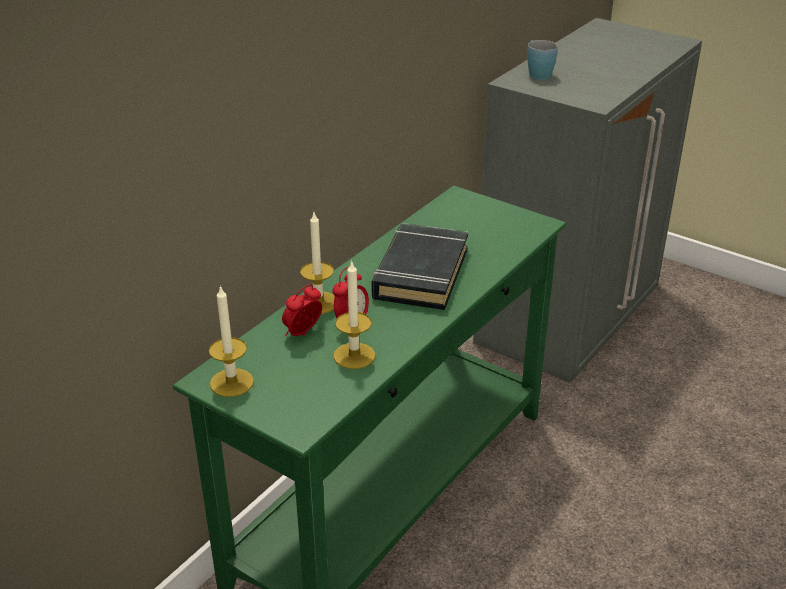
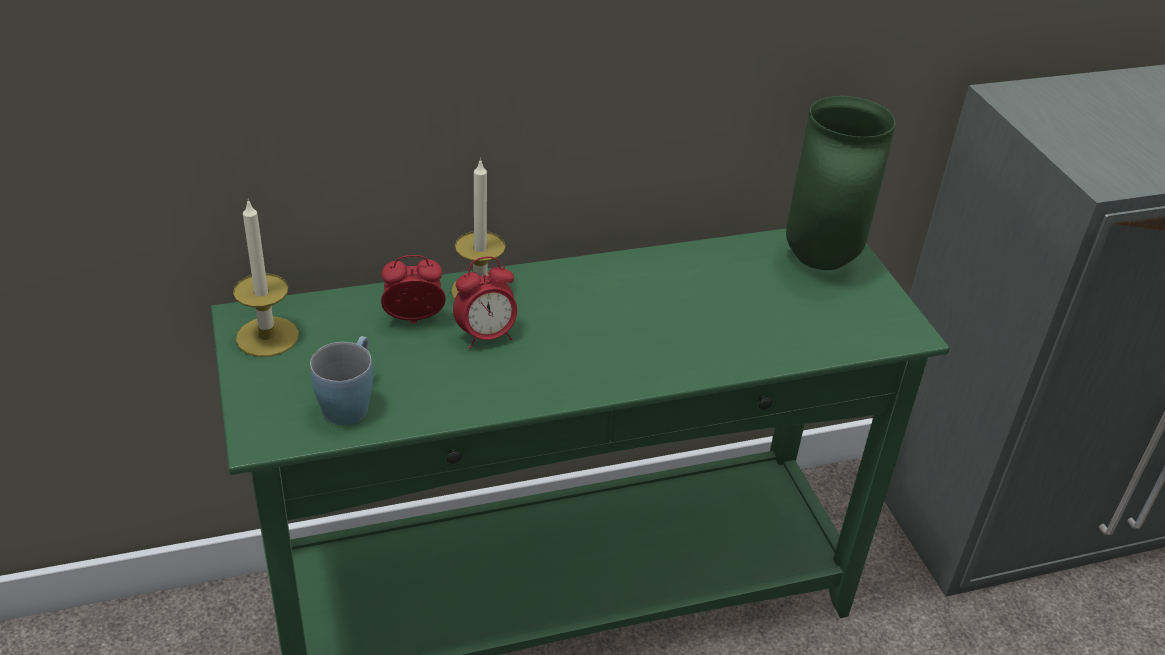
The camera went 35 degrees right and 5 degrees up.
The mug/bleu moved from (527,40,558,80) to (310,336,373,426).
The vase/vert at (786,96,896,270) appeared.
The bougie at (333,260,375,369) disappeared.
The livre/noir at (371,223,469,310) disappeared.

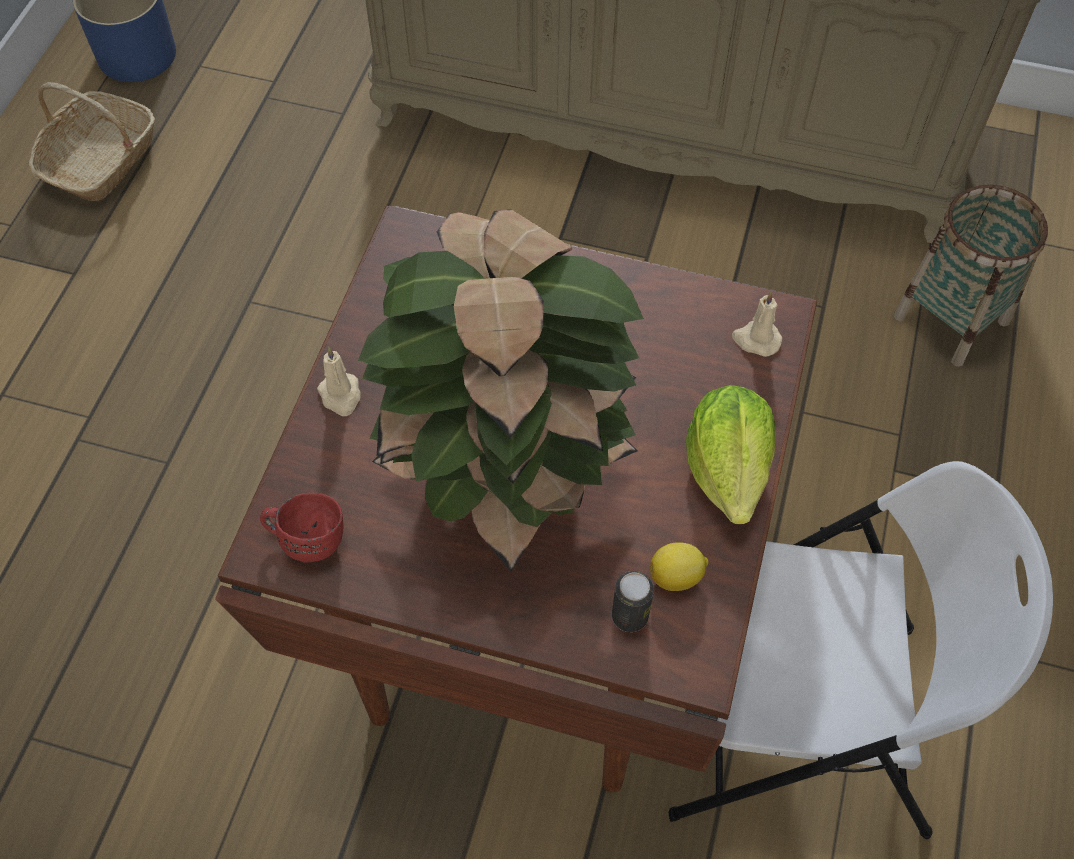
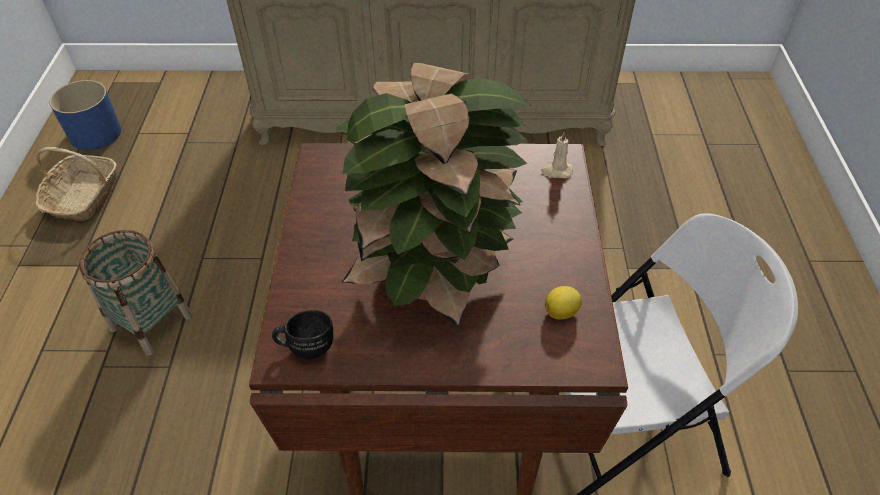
The camera went 15 degrees left and 10 degrees down.
The panier moved from (894,185,1048,367) to (79,230,193,356).
The mug/rouge at (260,493,344,563) became the mug/noir at (272,310,333,360).
The bougie/beige at (317,347,361,416) disappeared.
The boîte métallique at (612,571,654,632) disappeared.
The laitue at (686,385,775,524) disappeared.

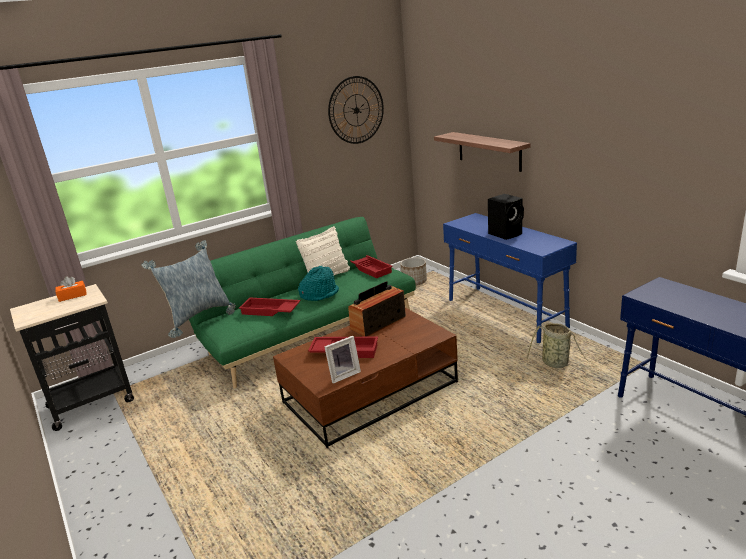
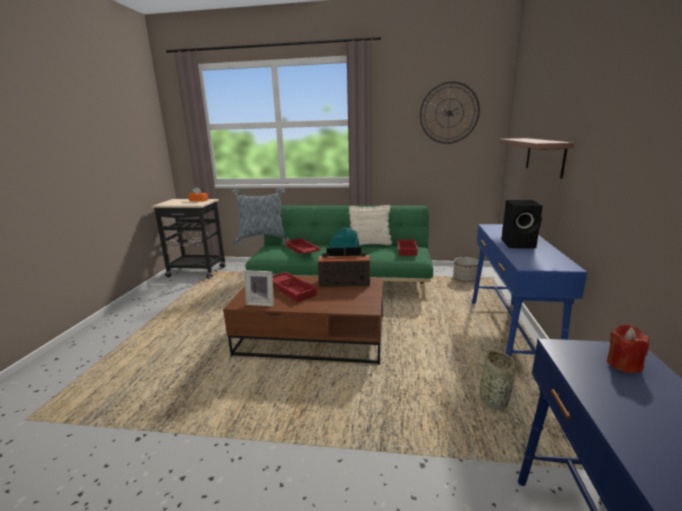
The camera went 40 degrees right and 5 degrees down.
The bougie/rouge at (607,324,649,373) appeared.

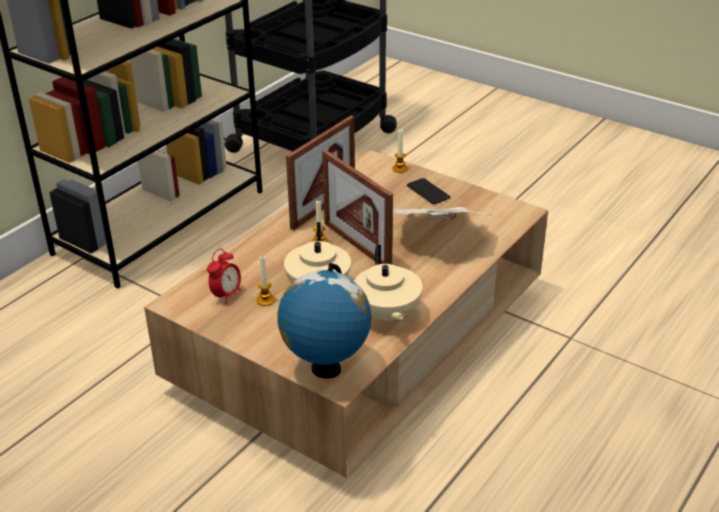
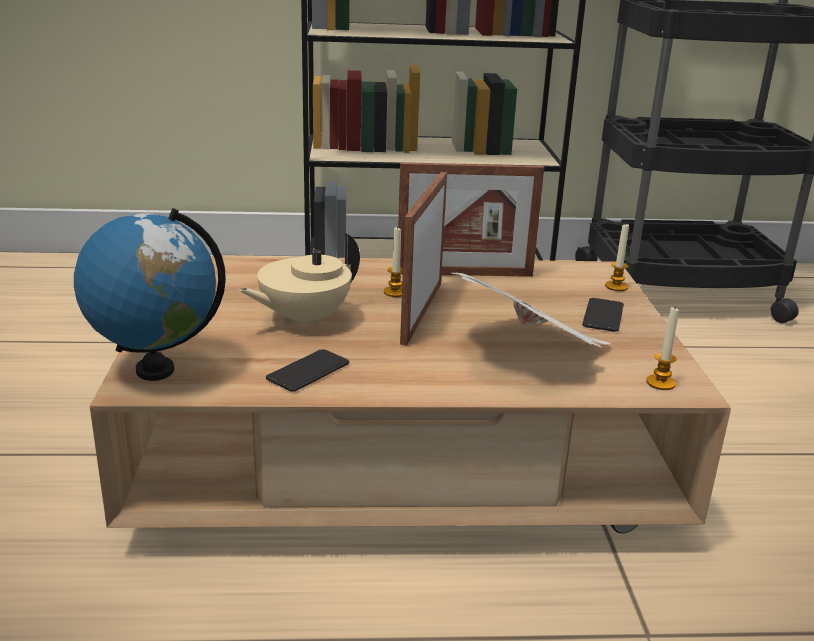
The camera went 50 degrees right and 10 degrees down.
The théière/beige at (354,245,422,326) was replaced by the téléphone at (266,349,349,392).
The bougie moved from (257,256,275,306) to (646,307,679,390).
The réveil at (207,249,241,304) disappeared.

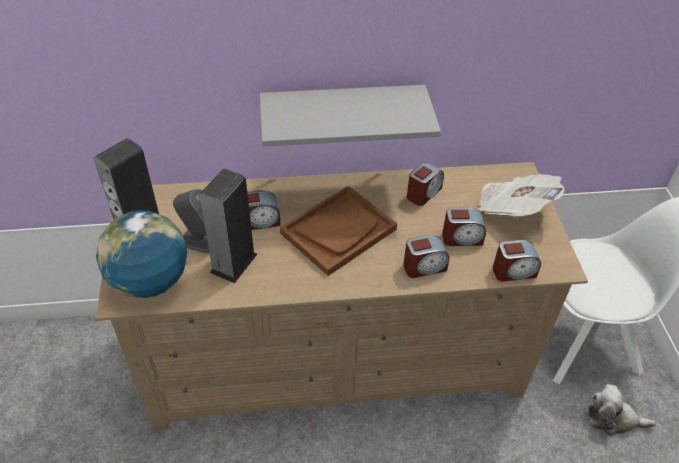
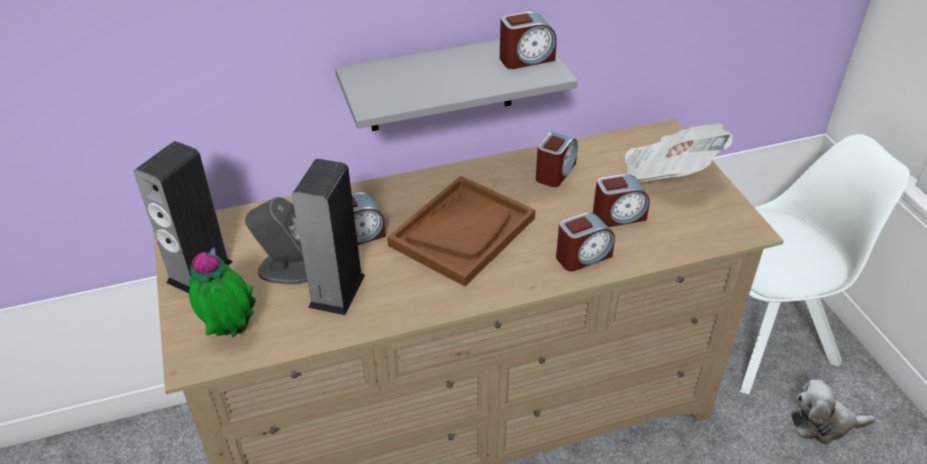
The camera went 10 degrees left and 5 degrees down.
The globe at (96,210,187,298) was replaced by the plante en pot at (189,247,256,337).
The réveil moved from (493,240,541,281) to (500,12,557,69).

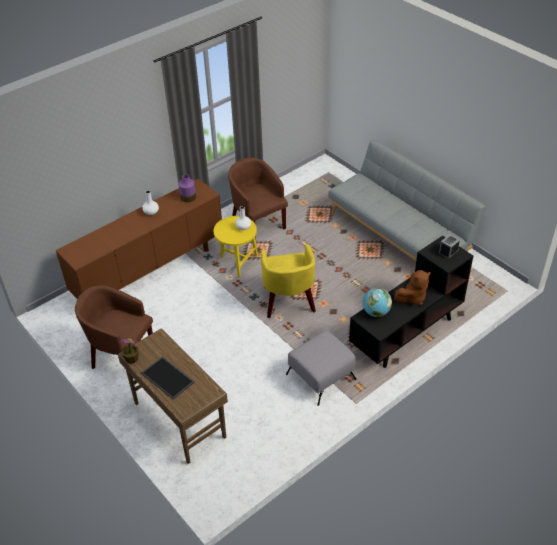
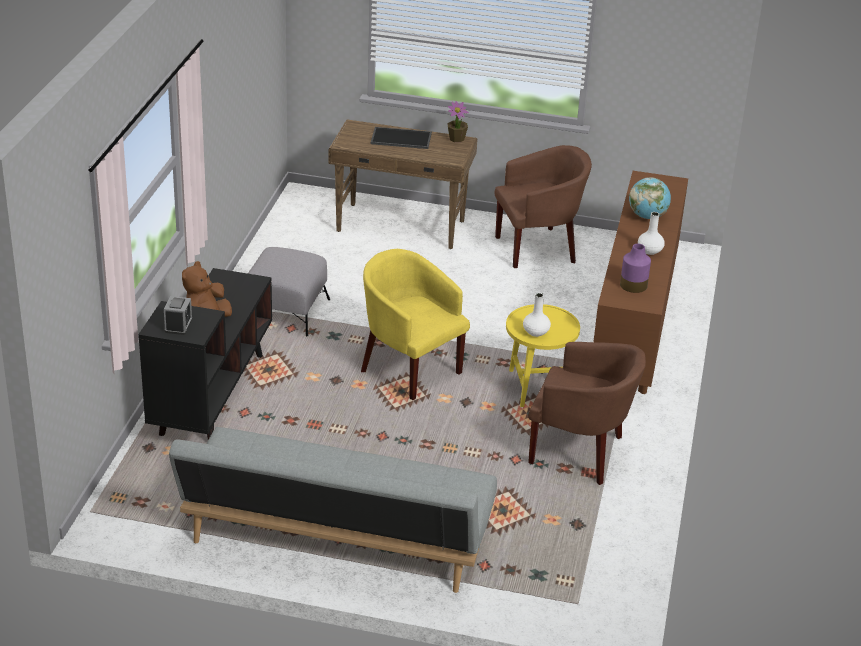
The camera went 140 degrees right and 10 degrees down.
The globe moved from (363,288,392,317) to (629,177,671,219).

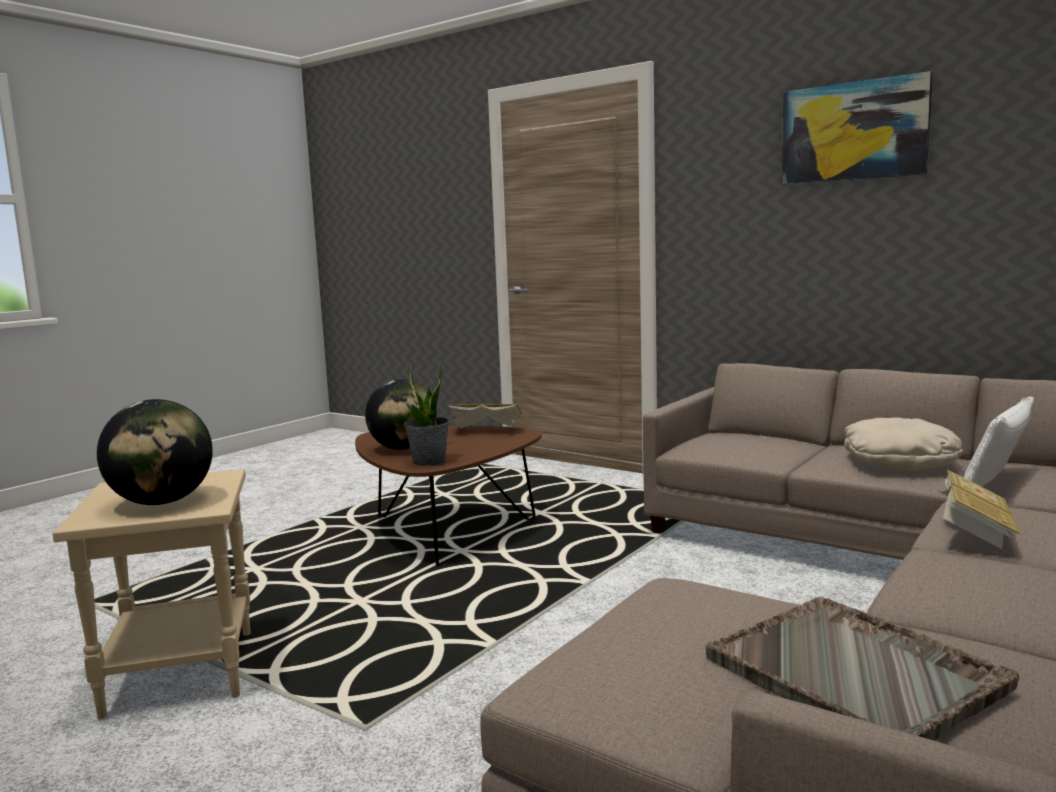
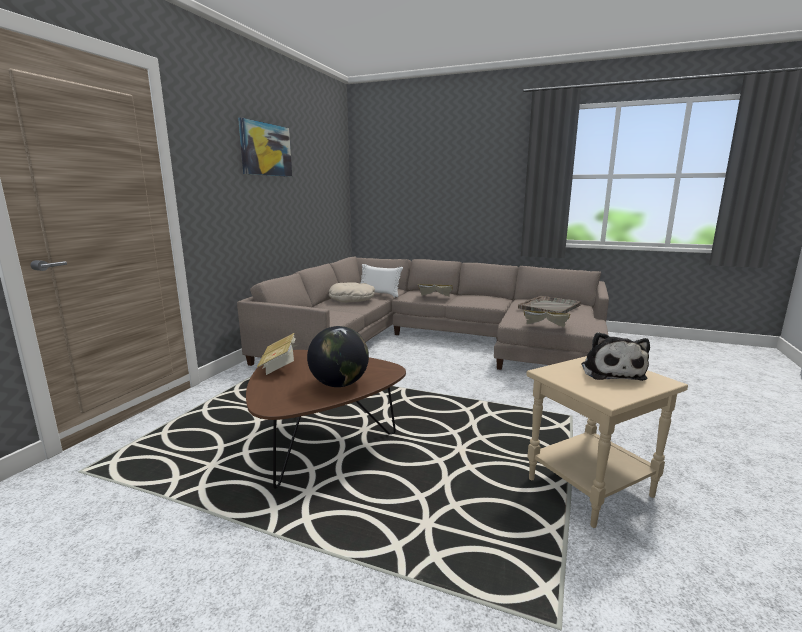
The camera went 105 degrees left and 5 degrees up.
The livre at (524,310,570,327) appeared.
The globe at (97,399,213,505) was replaced by the peluche at (581,332,650,381).
The plante en pot at (404,361,449,466) disappeared.

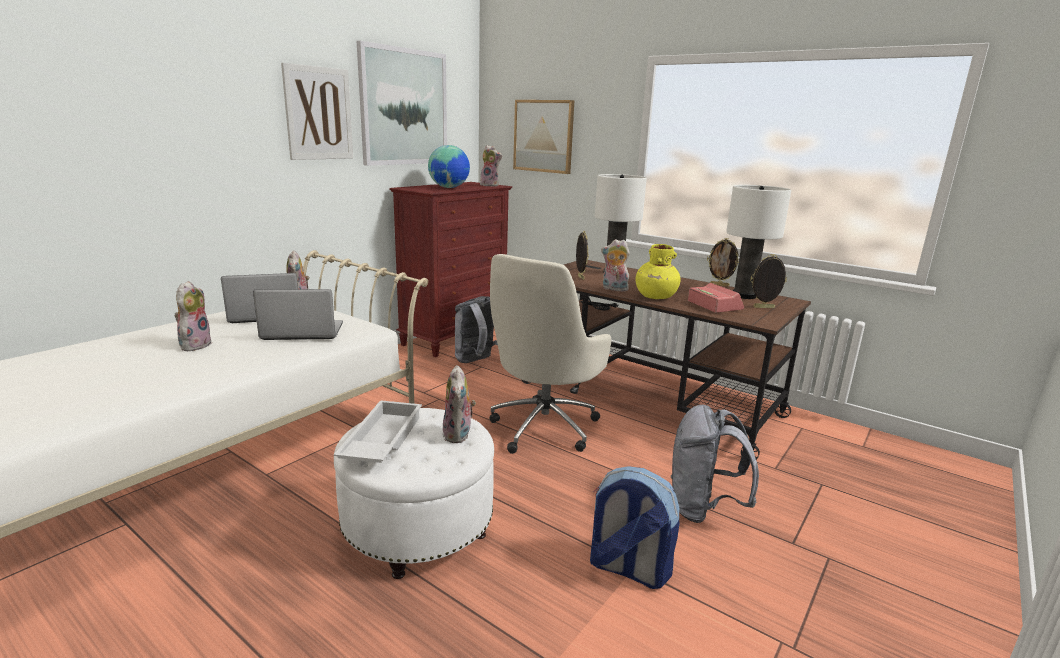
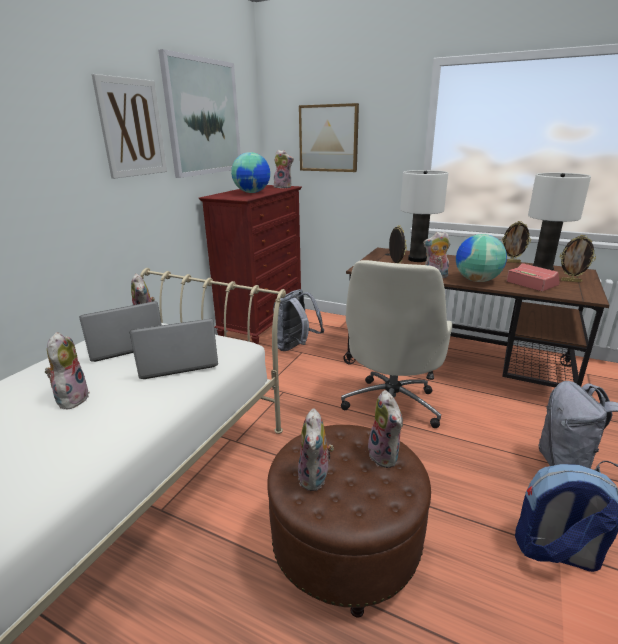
The camera went 10 degrees left and 5 degrees up.
The pouf/blanc at (334,408,494,579) became the pouf/marron at (267,425,431,618).
The plateau/blanc at (334,400,422,463) was replaced by the peluche at (298,408,334,491).
The vase/jaune at (636,244,681,299) was replaced by the globe at (456,234,507,282).
The cadre photo at (750,254,787,308) turned 150 degrees counterclockwise.

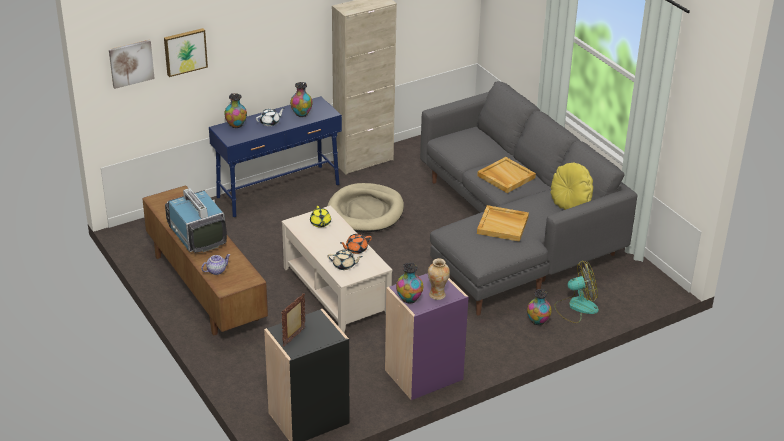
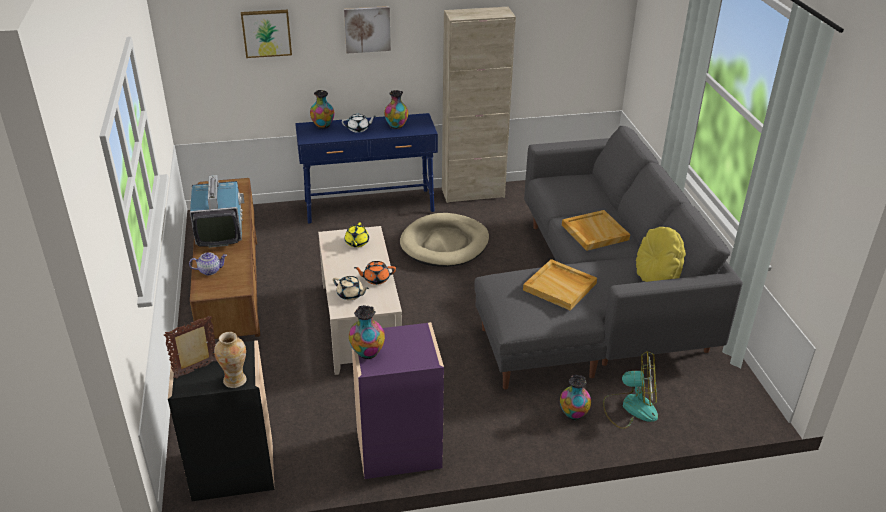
The camera went 20 degrees right and 0 degrees up.
The vase moved from (428,258,450,300) to (214,332,247,388).
The tableau moved from (109,40,155,89) to (344,6,391,54).

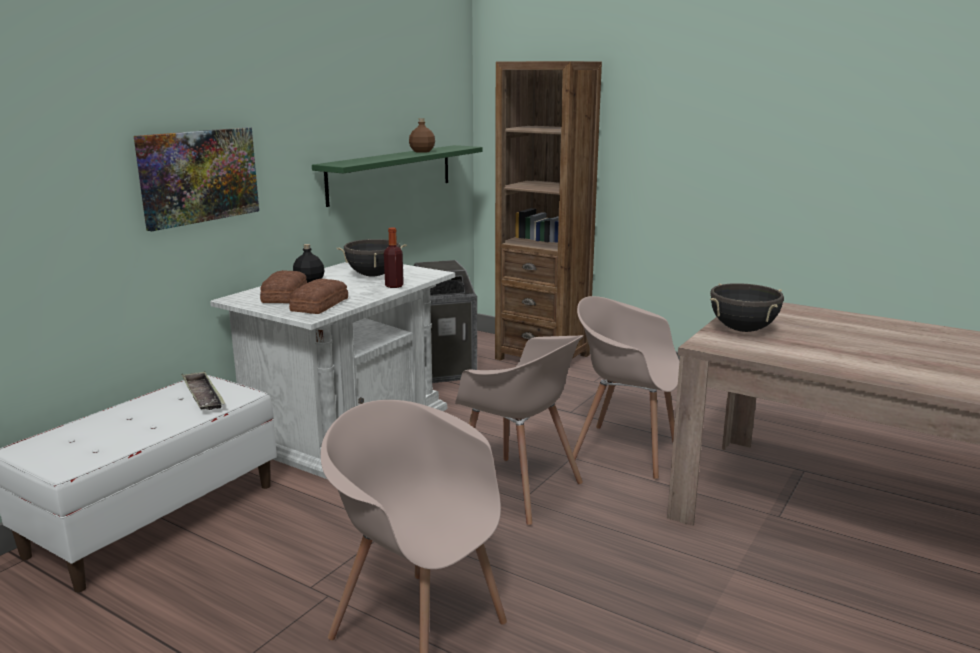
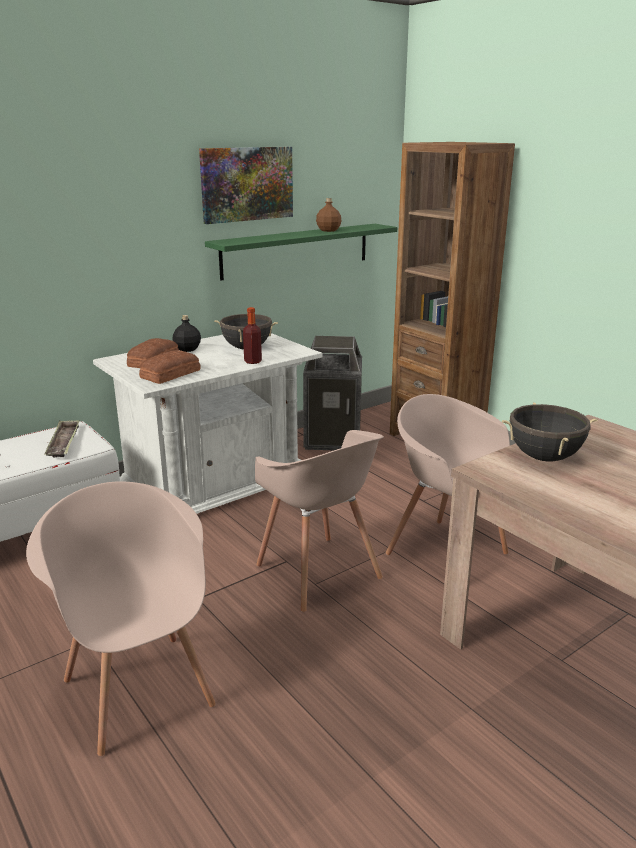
The camera went 20 degrees right and 5 degrees up.
The tableau moved from (134,127,259,231) to (199,147,293,224).

